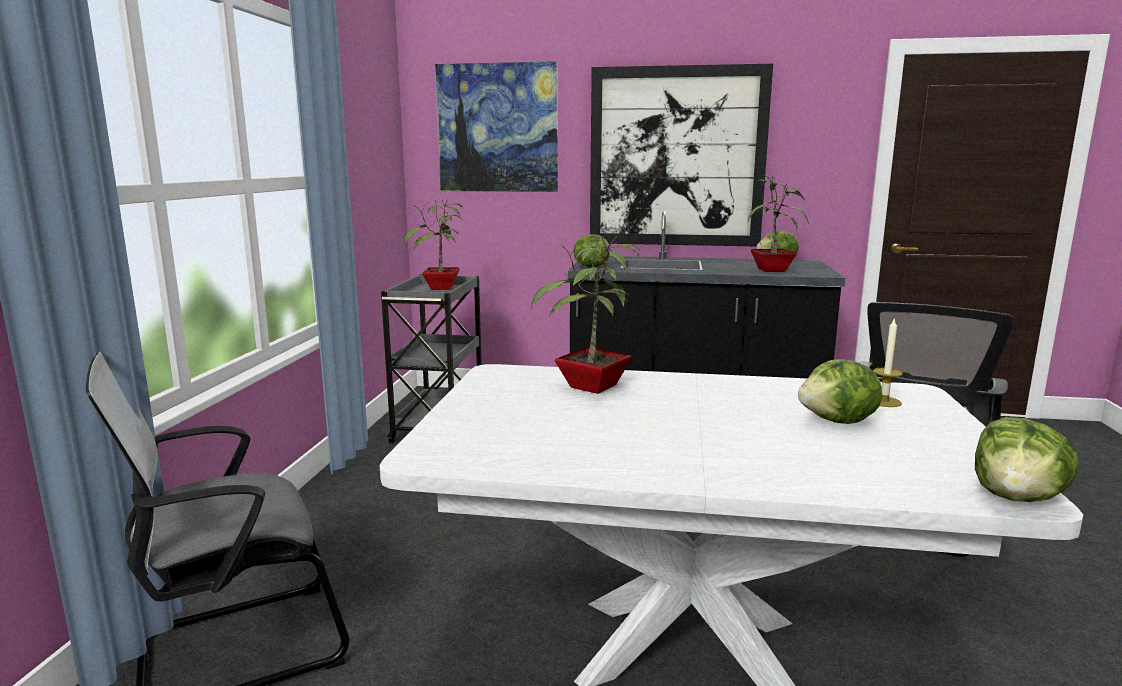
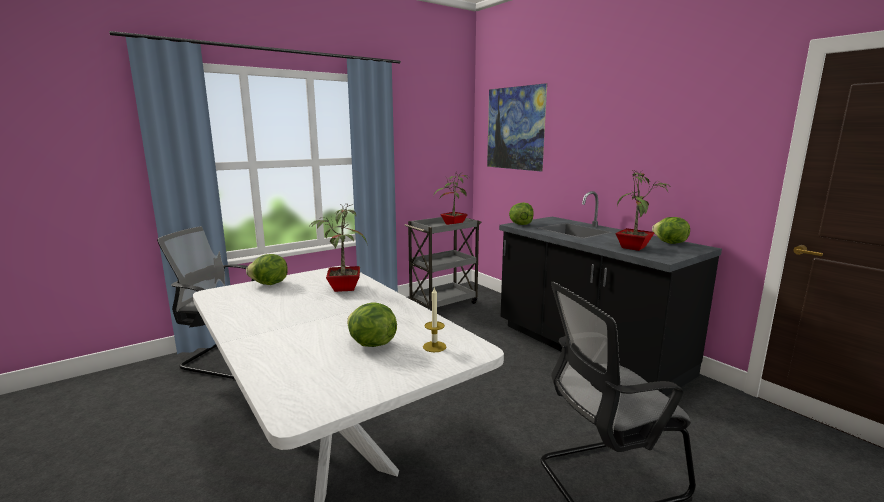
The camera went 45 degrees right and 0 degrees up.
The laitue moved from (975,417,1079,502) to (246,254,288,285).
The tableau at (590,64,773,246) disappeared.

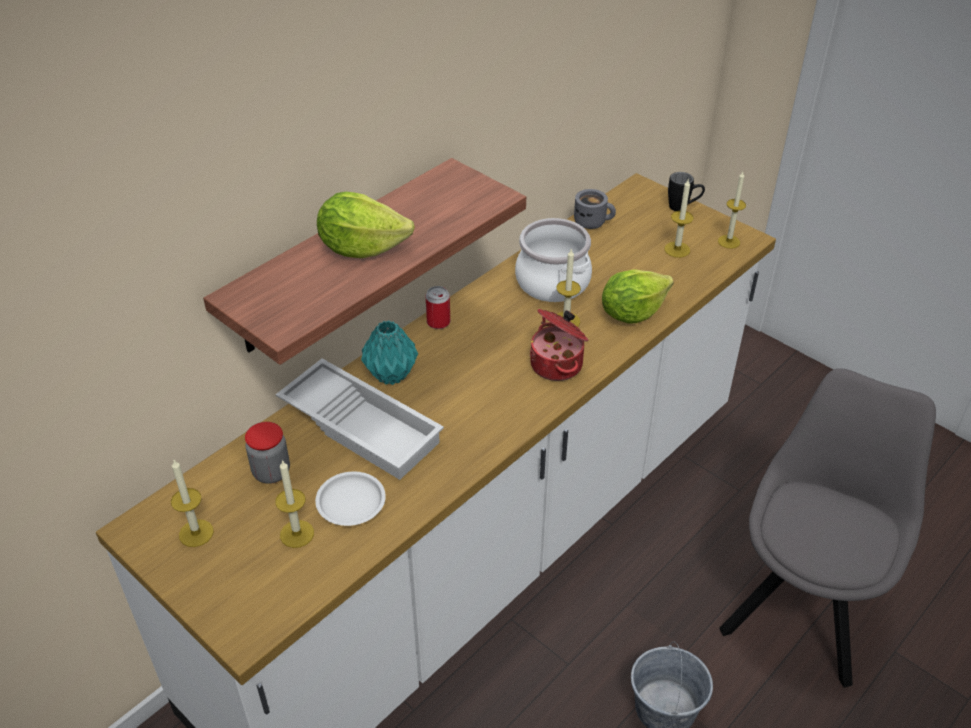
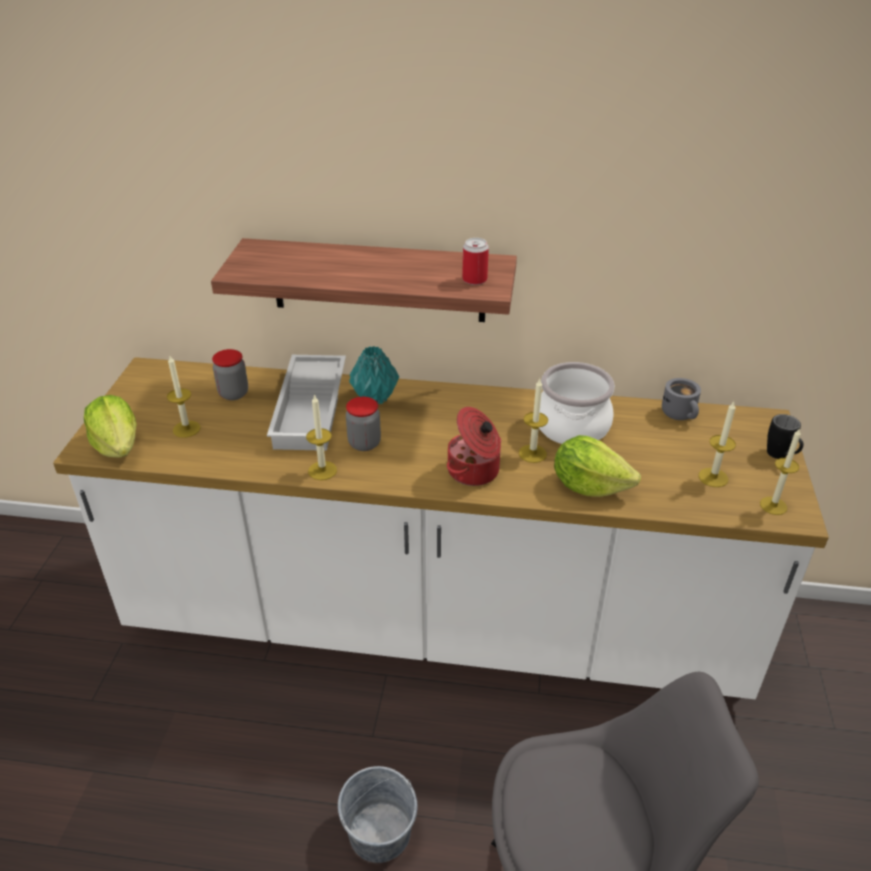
The camera went 55 degrees right and 5 degrees down.
The laitue moved from (317,192,415,258) to (84,395,137,458).
The bougie moved from (171,460,214,547) to (306,394,337,480).
The bocal at (346,397,381,451) appeared.
The boîte métallique moved from (426,286,450,329) to (462,238,489,285).
The assiette/blanc at (315,471,386,526) disappeared.

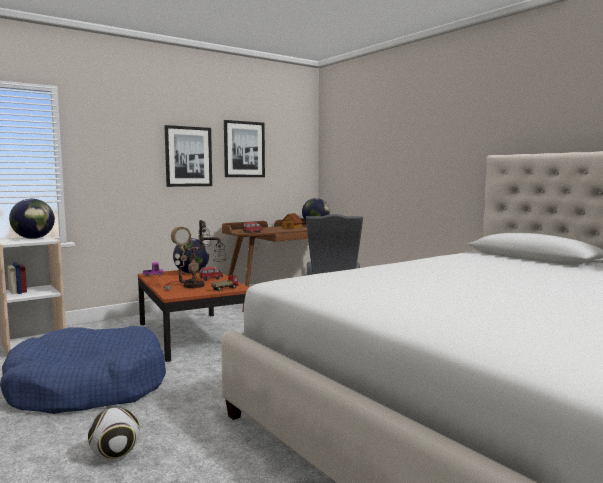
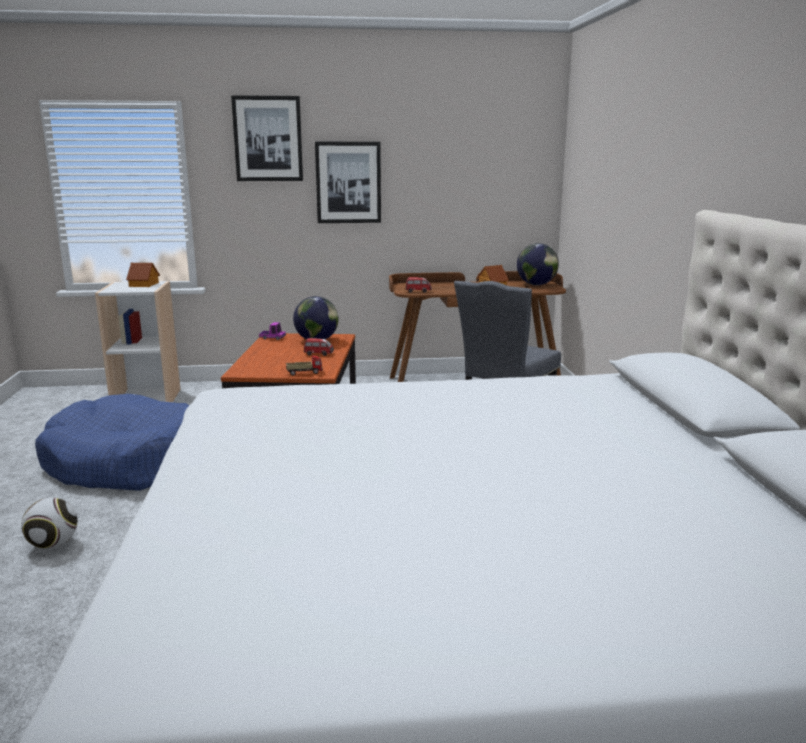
The camera went 30 degrees right and 10 degrees up.
The globe at (9,199,55,239) was replaced by the maison miniature at (126,263,160,287).
The tableau moved from (224,120,265,177) to (231,95,303,181).
The lampe de table at (163,220,226,290) disappeared.

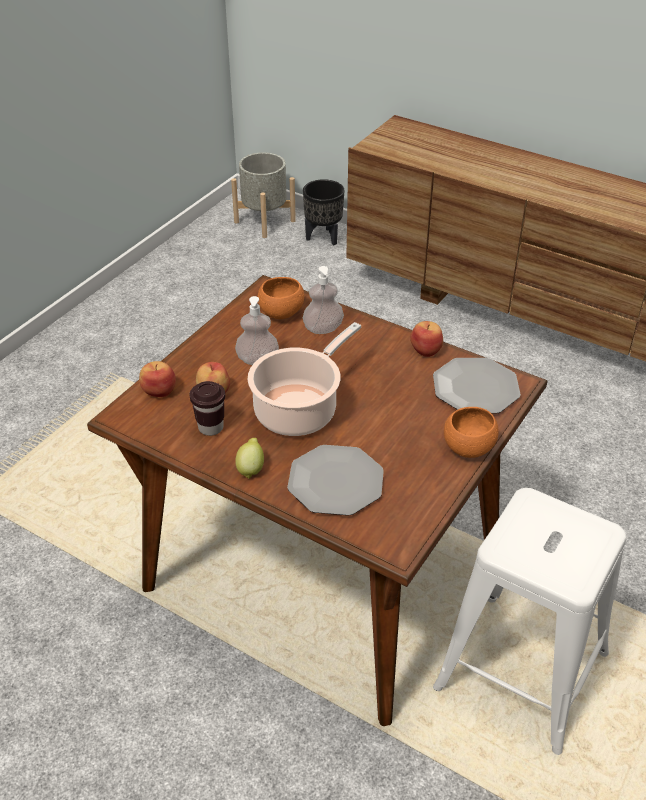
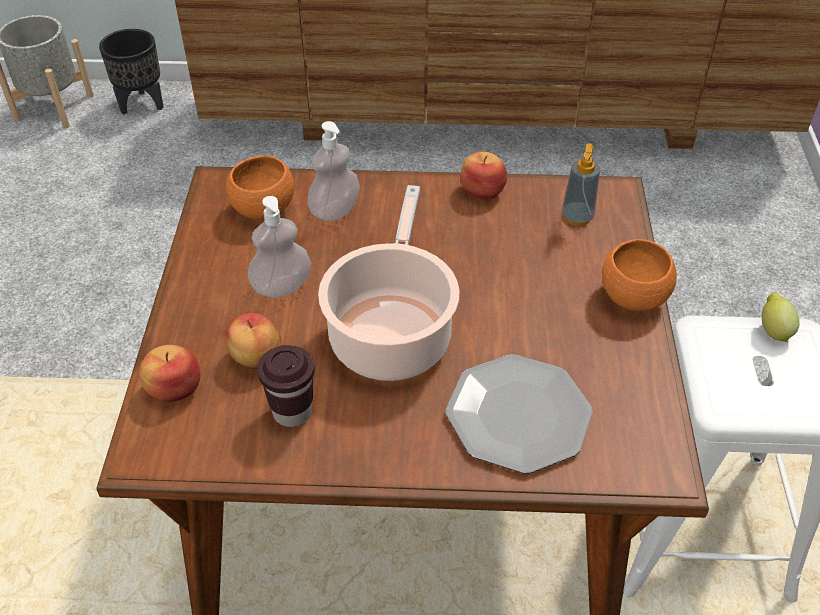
The camera went 30 degrees left and 5 degrees up.
The assiette at (433,358,521,414) was replaced by the distributeur de savon at (562,143,600,226).
The citron moved from (235,438,264,479) to (762,292,799,342).

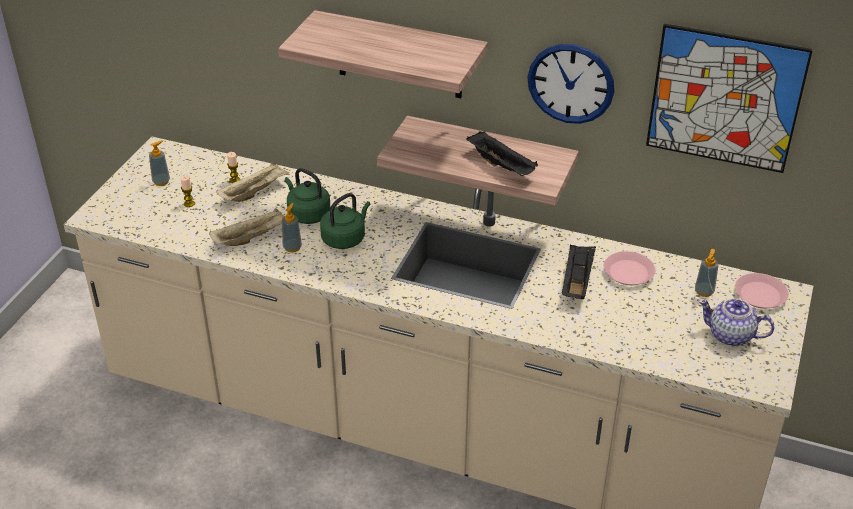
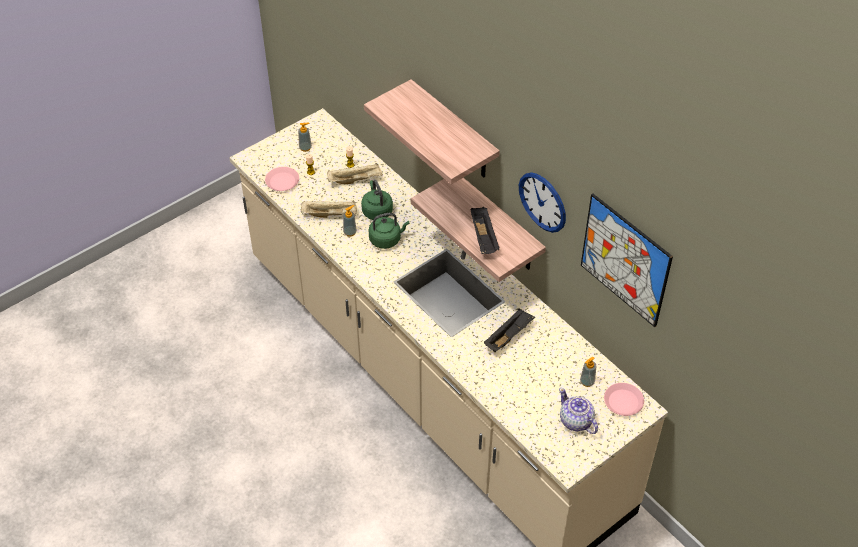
The camera went 30 degrees right and 10 degrees up.
The assiette/rose moved from (604,251,655,285) to (265,167,299,191).

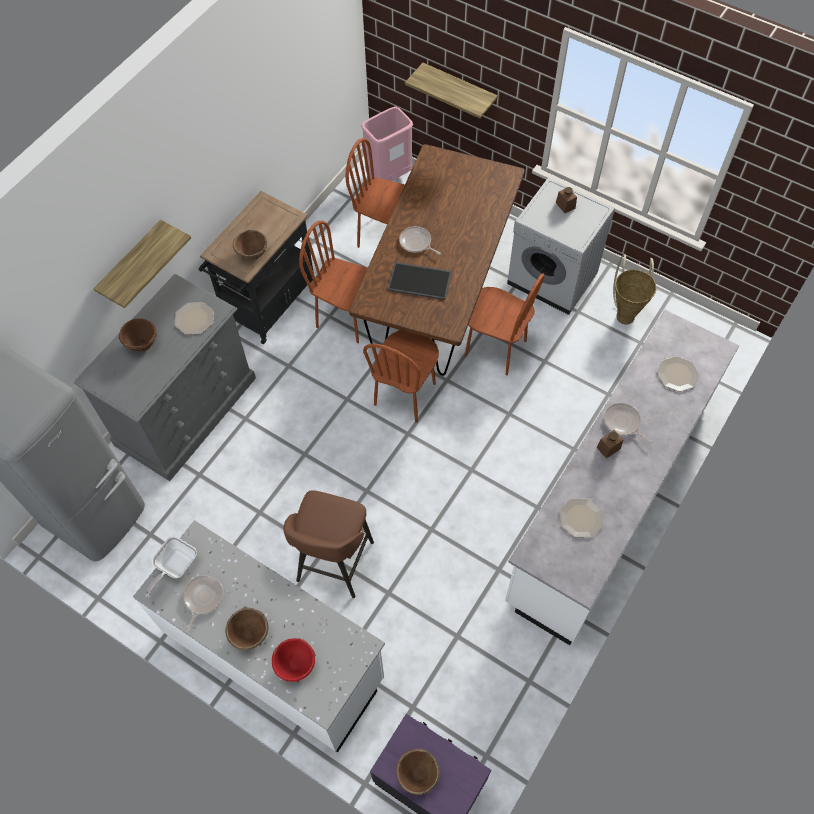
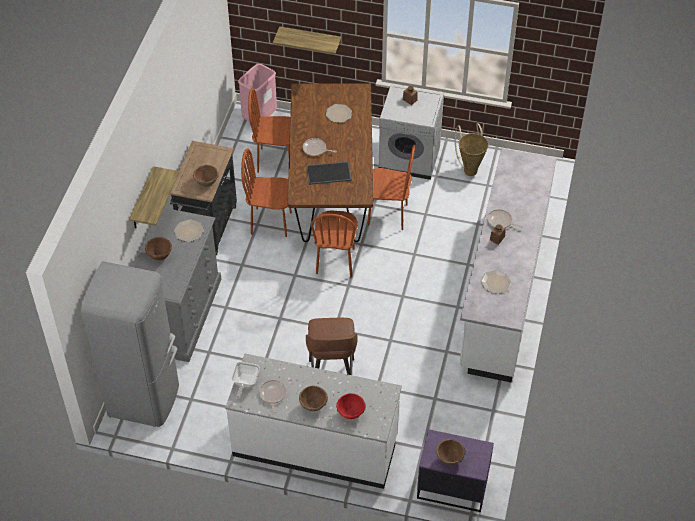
The camera went 20 degrees left and 10 degrees down.
The assiette moved from (657,356,699,392) to (326,104,352,123).

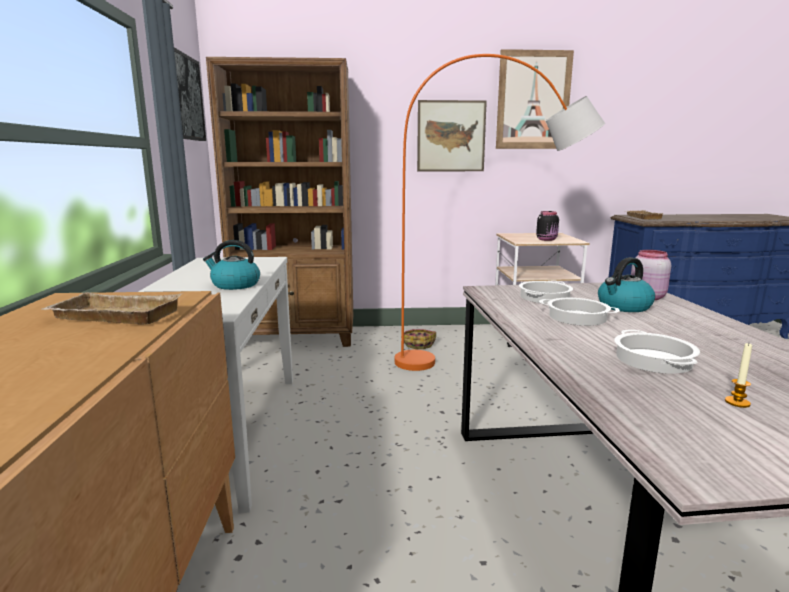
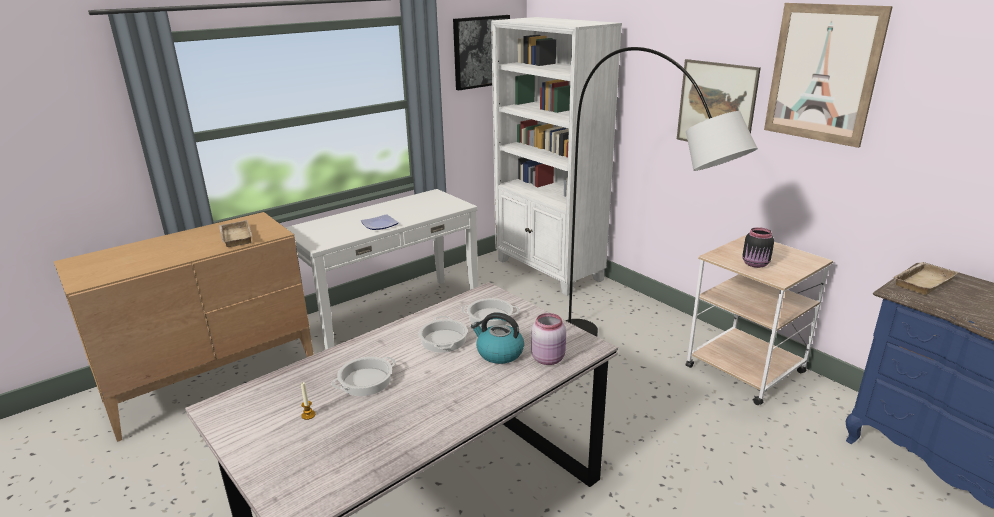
The camera went 55 degrees right and 10 degrees up.
The bouilloire at (203,240,260,290) was replaced by the assiette at (361,214,399,230).
The bibliothèque/marron at (206,57,353,347) became the bibliothèque/blanc at (491,17,622,296).
The lampadaire/orange at (395,54,605,371) became the lampadaire/gris at (565,47,758,336).
The panier at (404,329,436,349) disappeared.

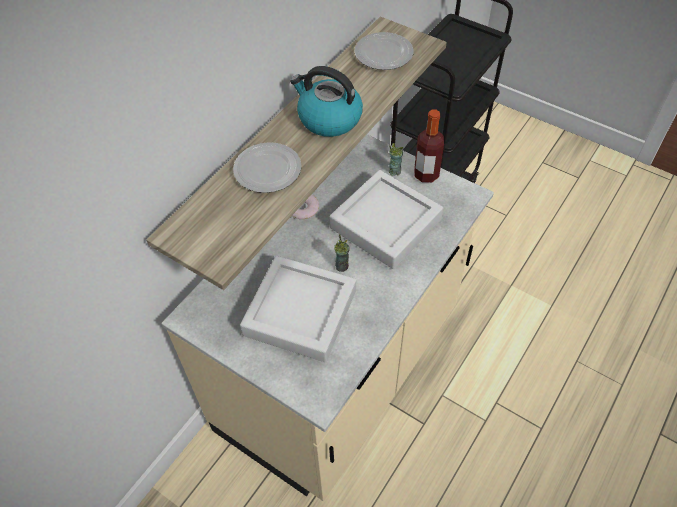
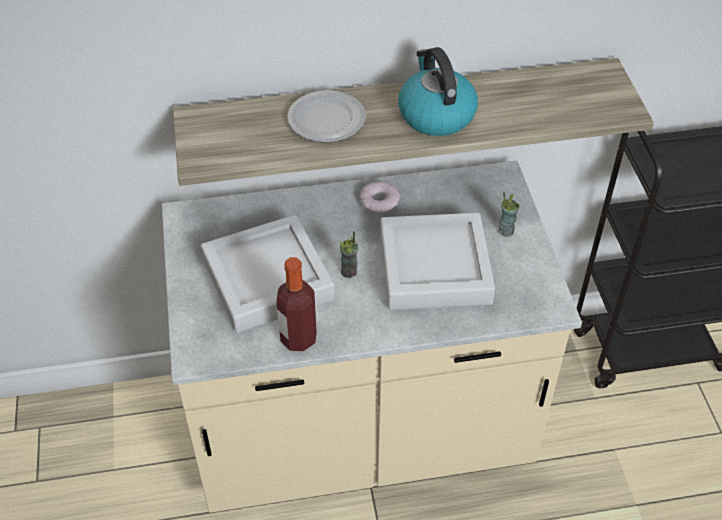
The camera went 45 degrees right and 5 degrees down.
The bouteille moved from (414,110,444,183) to (276,257,317,351).
The assiette at (355,32,414,70) disappeared.

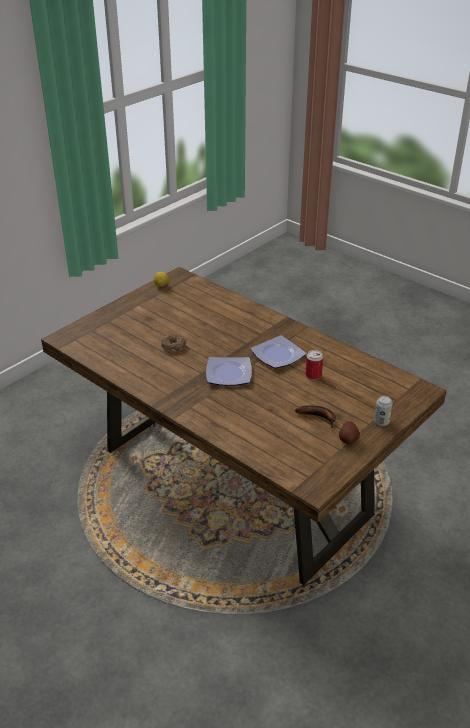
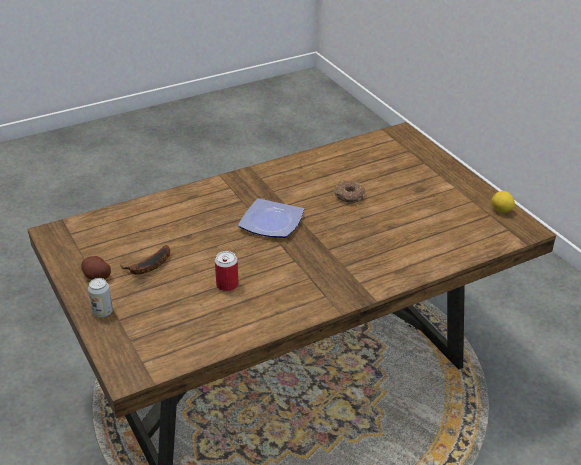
The camera went 110 degrees right and 0 degrees up.
The assiette at (250,335,306,369) disappeared.

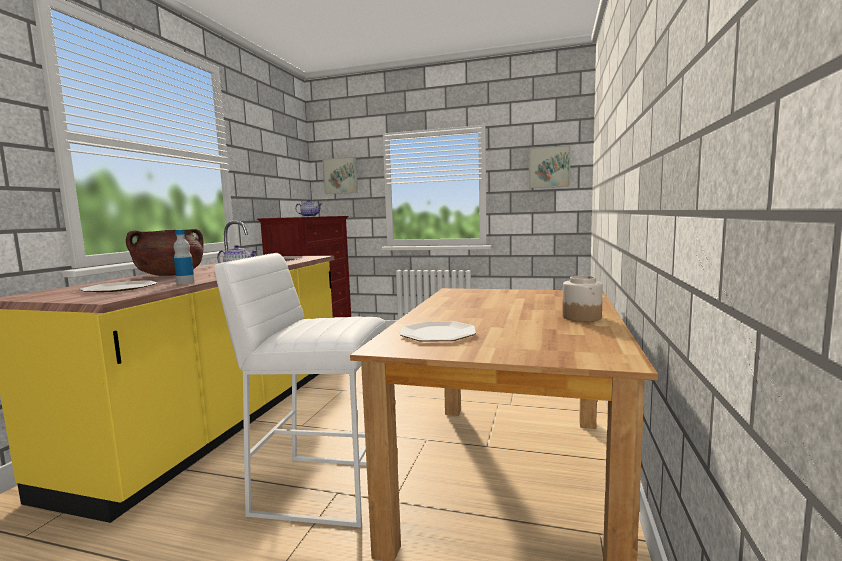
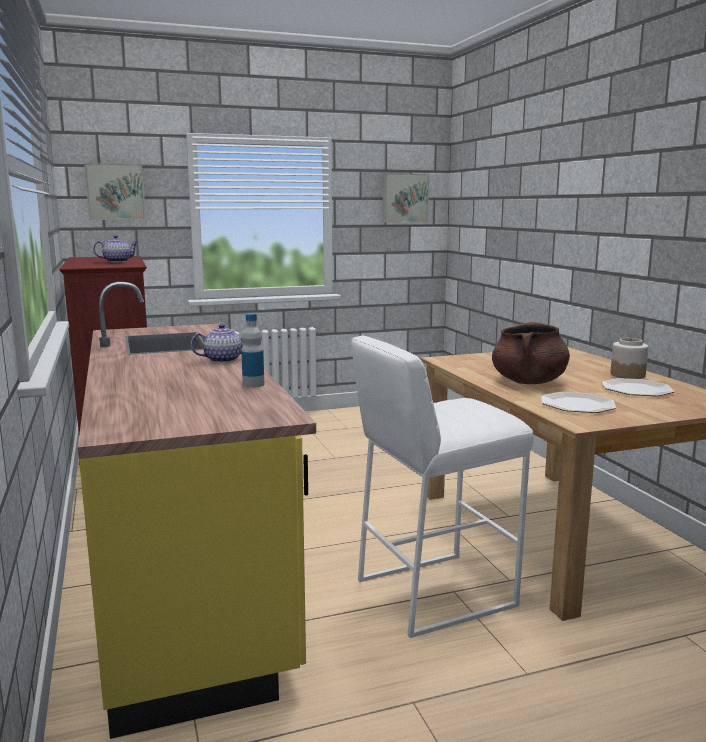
The camera went 35 degrees left and 5 degrees up.
The marmite/marron moved from (126,228,204,276) to (492,322,570,384).
The assiette moved from (80,281,157,292) to (601,378,675,396).

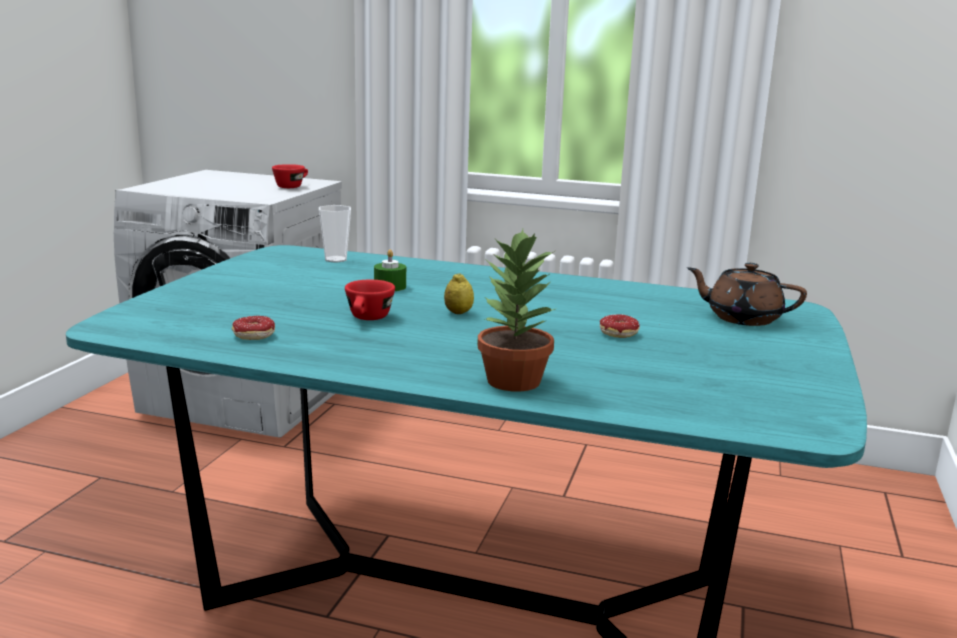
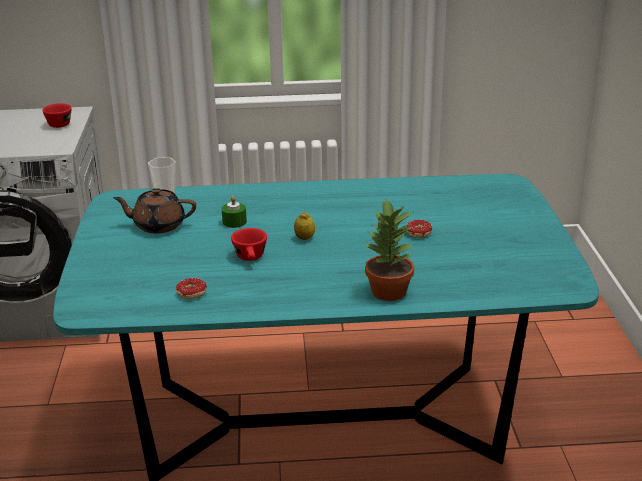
The camera went 20 degrees left and 10 degrees up.
The théière/marron moved from (687,263,807,326) to (113,188,196,234).

